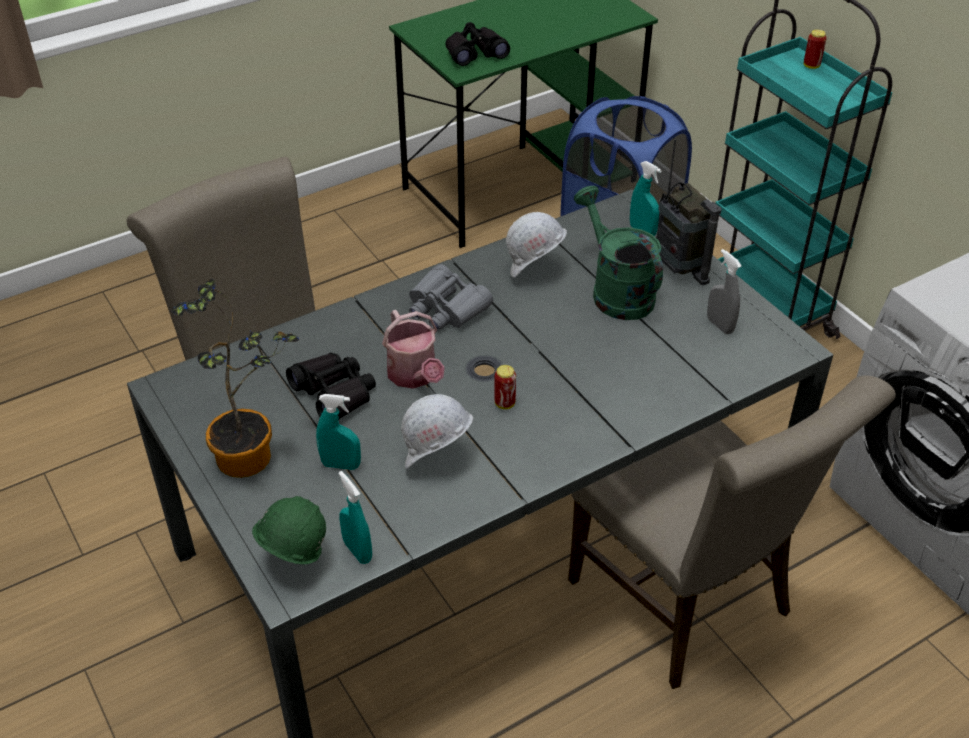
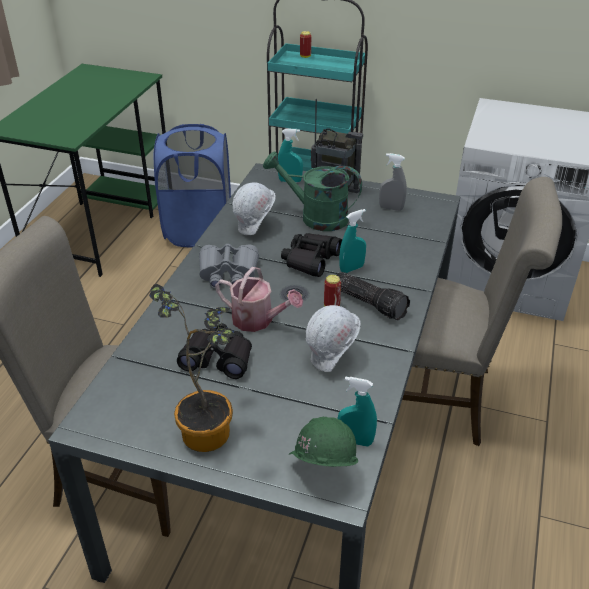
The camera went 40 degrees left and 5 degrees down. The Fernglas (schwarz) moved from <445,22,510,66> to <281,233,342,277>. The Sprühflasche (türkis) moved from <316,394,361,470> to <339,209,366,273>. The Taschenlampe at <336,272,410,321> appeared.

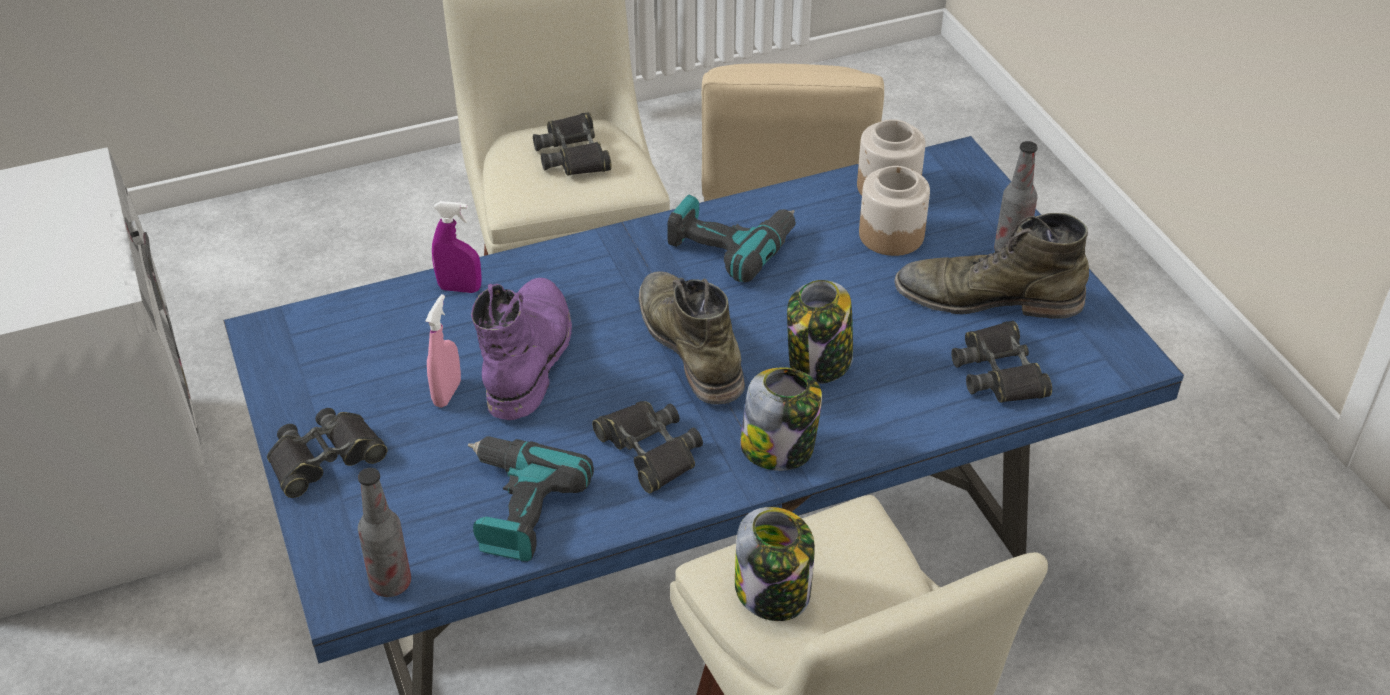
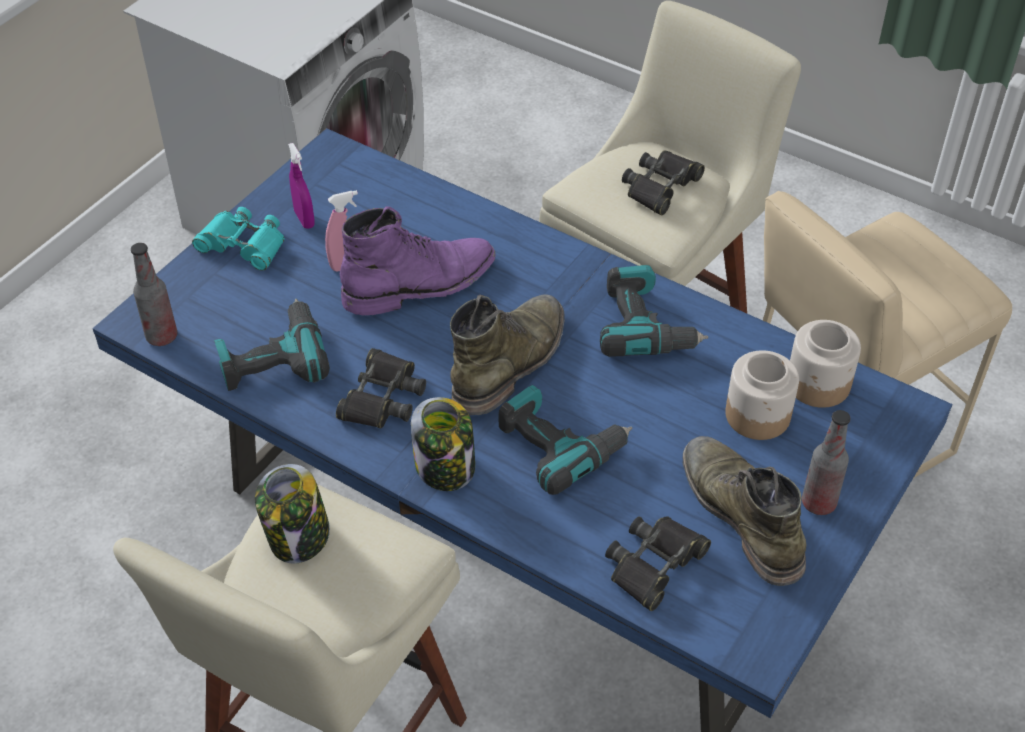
The camera went 55 degrees right and 5 degrees up. The Sprühflasche (lila) moved from <432,201,482,293> to <288,143,315,229>. The Vorratsglas at <787,280,853,384> was replaced by the Bohrmaschine at <498,385,632,495>. The Fernglas (schwarz) at <267,408,387,498> became the Fernglas (türkis) at <192,207,285,271>.

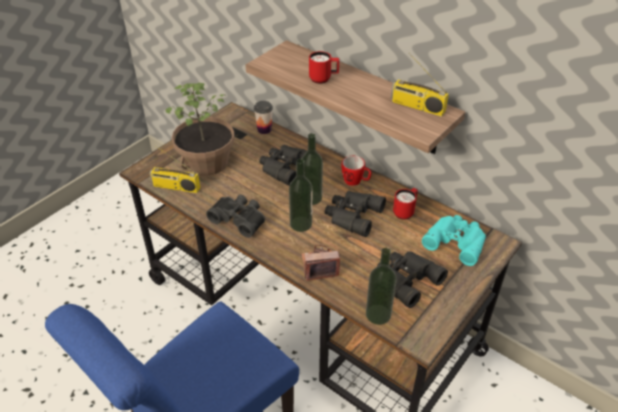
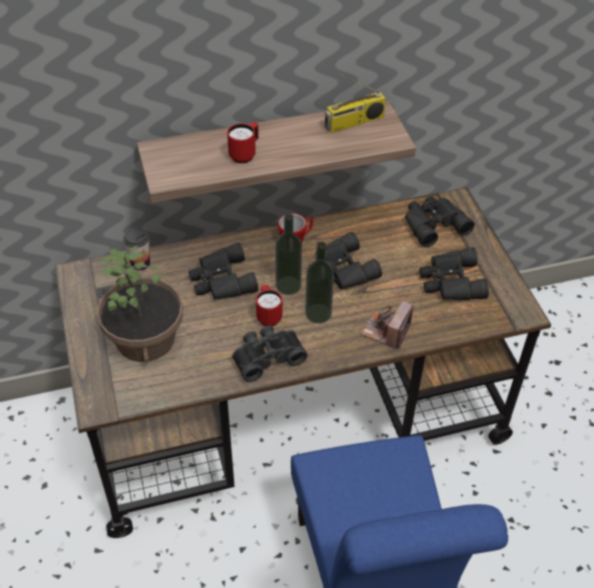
The camera went 55 degrees left and 5 degrees up. The Radio at <149,146,200,193> disappeared. The Henkelbecher (rot) moved from <393,188,418,220> to <256,285,282,326>. The Fernglas (türkis) at <422,215,486,266> became the Fernglas (schwarz) at <405,196,475,247>. The Flasche at <366,248,397,325> disappeared.

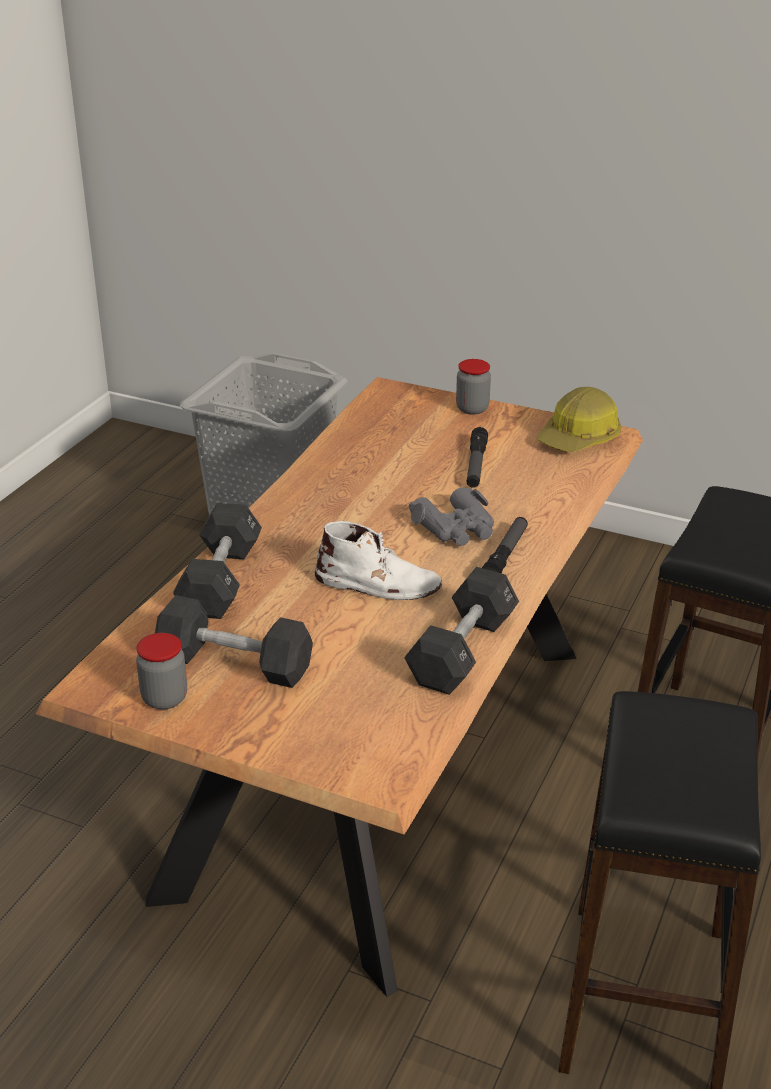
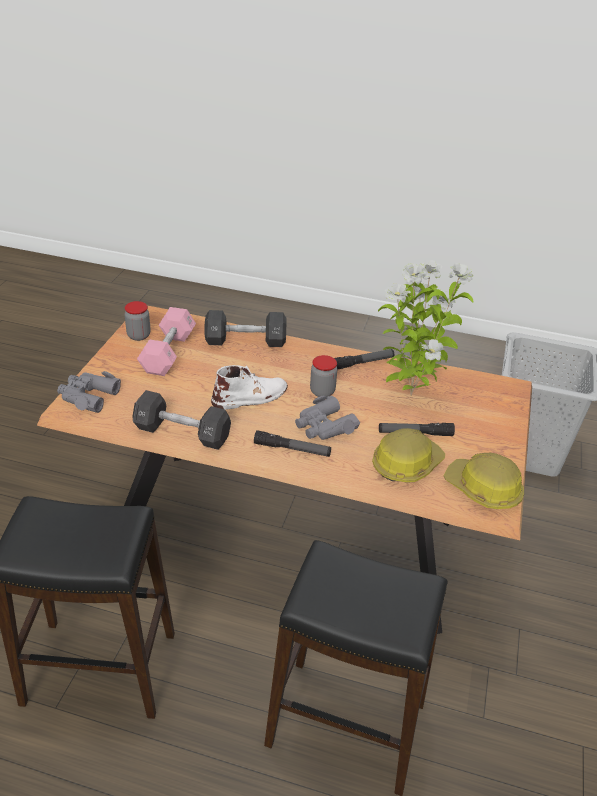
The camera went 80 degrees right and 5 degrees up. The Vorratsglas moved from <456,359,491,415> to <310,355,337,397>. The Stiefel (weiß) at <315,521,442,600> turned 120 degrees counterclockwise. The Hantel (schwarz) at <155,595,313,688> became the Hantel (rosa) at <137,307,196,376>. The Topfpflanze at <378,260,474,396> appeared. The Taschenlampe at <334,349,394,370> appeared. The Fernglas (grau) at <57,371,121,413> appeared. The Schutzhelm at <372,428,445,483> appeared.

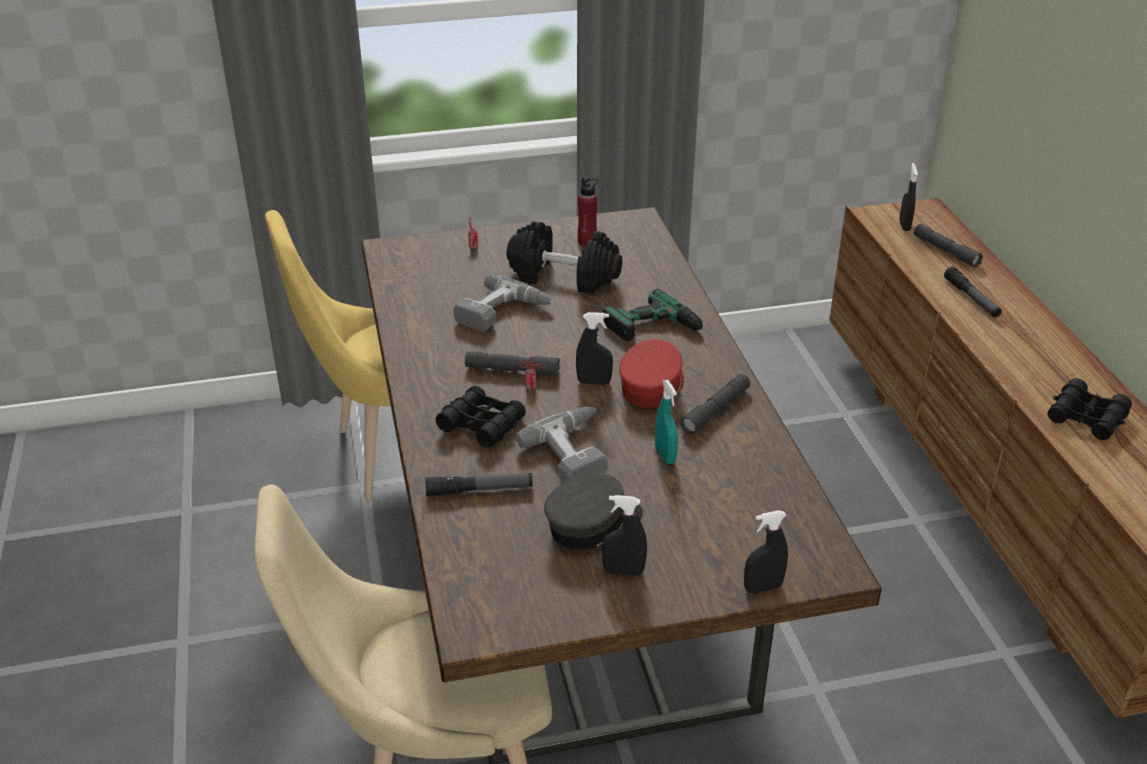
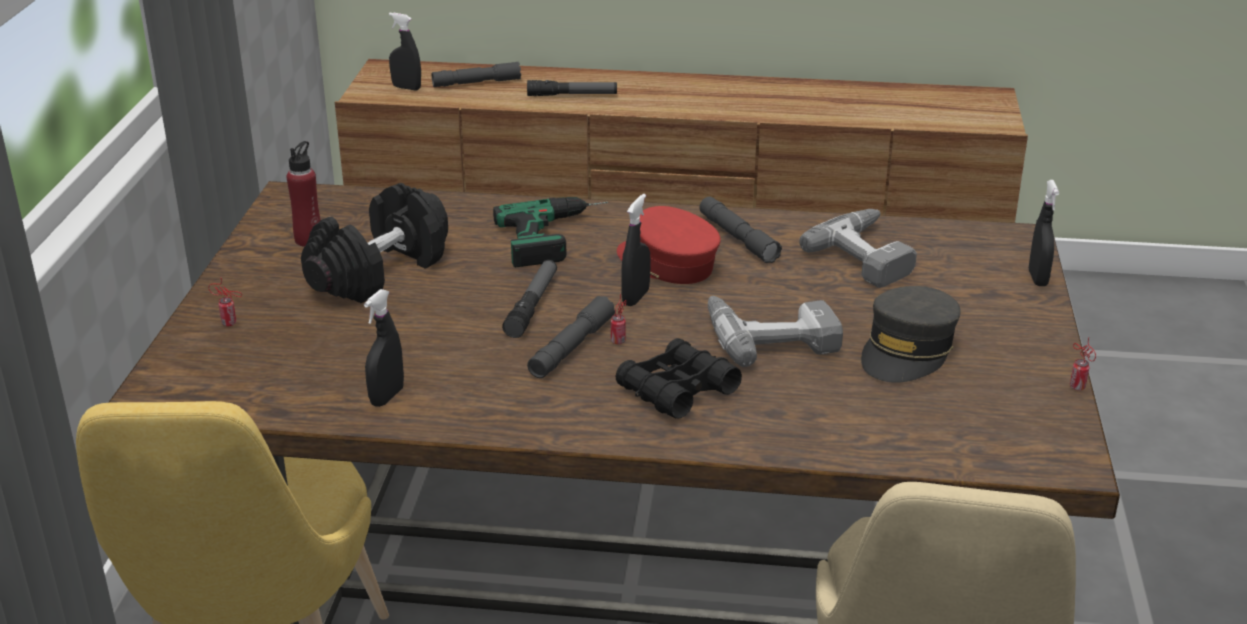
The camera went 70 degrees left and 5 degrees down. The Bohrmaschine moved from <453,274,553,331> to <799,209,917,288>. The Fernglas (schwarz) at <1048,378,1132,440> disappeared. The Sprühflasche (türkis) at <655,380,678,464> disappeared. The Taschenlampe moved from <425,473,533,496> to <502,260,557,338>. The Kappe (grau) at <544,473,643,550> turned 135 degrees counterclockwise. The Sprühflasche (schwarz) moved from <602,495,647,576> to <364,289,404,407>. The Dose at <1070,337,1096,391> appeared.

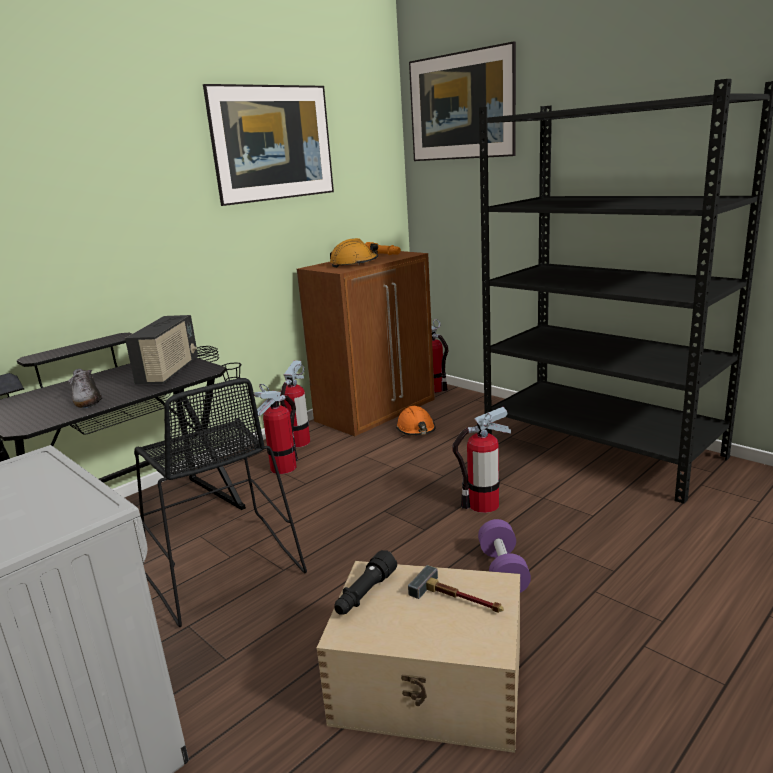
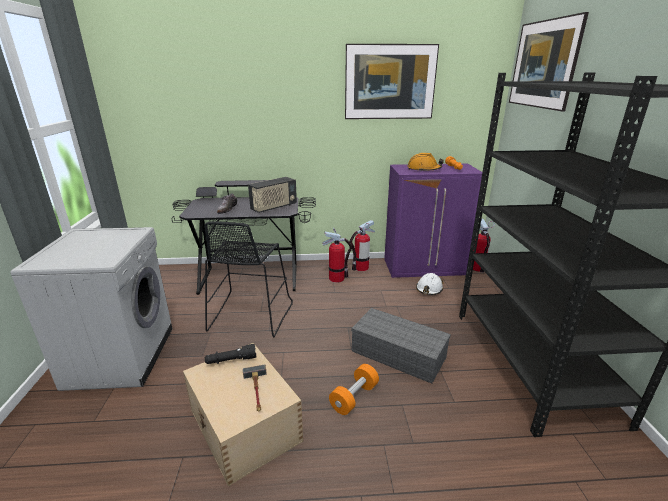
The camera went 40 degrees right and 5 degrees up. The Schrank (braun) at <297,251,435,436> became the Schrank (lila) at <384,163,482,278>. The Schutzhelm (orange) at <396,406,435,435> became the Schutzhelm (weiß) at <416,273,443,295>. The Feuerlöscher at <452,407,511,513> was replaced by the Aufbewahrungsbox (grau) at <351,308,451,384>. The Hantel (lila) at <478,519,531,593> became the Hantel (orange) at <329,364,379,415>.

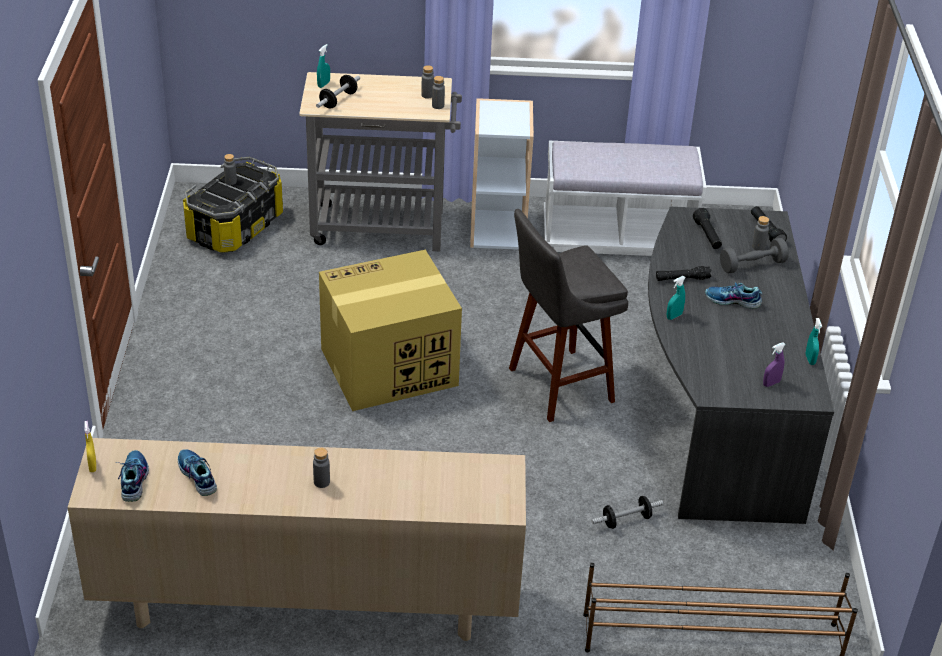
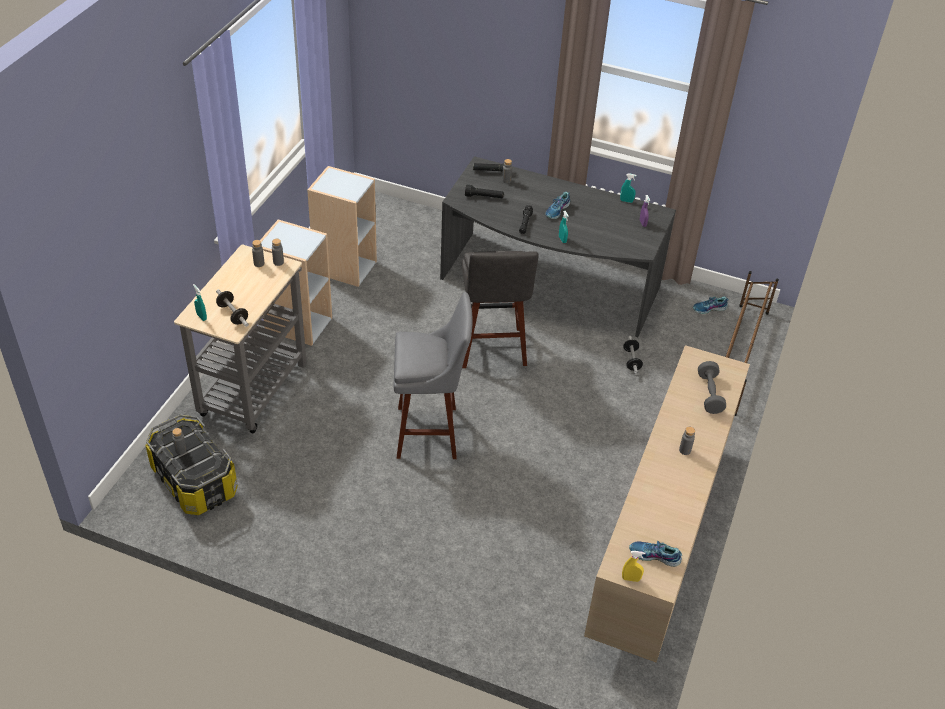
The camera went 70 degrees left and 5 degrees up. The Bank (weiß) at <544,141,707,256> was replaced by the Bücherregal at <307,166,377,287>. The Hantel (grau) moved from <720,238,789,273> to <698,361,726,414>. The Karton at <319,250,462,411> was replaced by the Hocker (grau) at <394,292,473,459>. The Schuh moved from <178,449,217,496> to <693,296,729,314>.

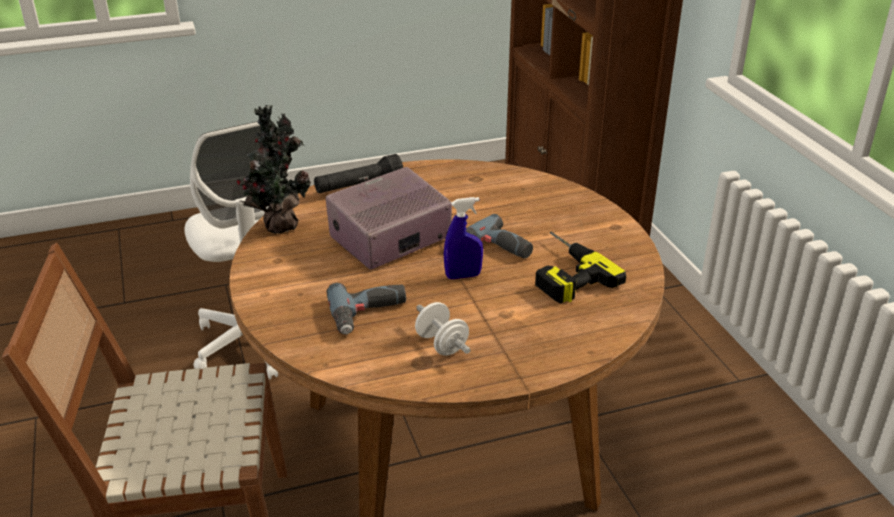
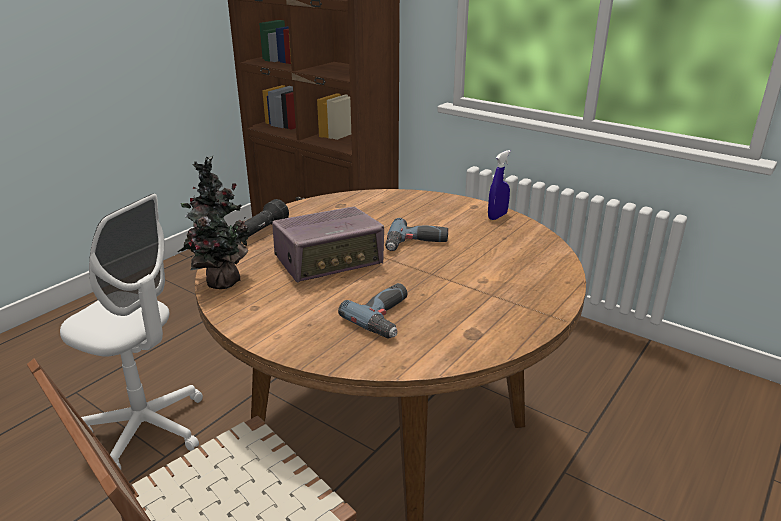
The camera went 35 degrees left and 5 degrees down. The Radio at <325,167,452,270> turned 135 degrees counterclockwise. The Sprühflasche (blau) moved from <444,197,483,279> to <488,150,511,220>. The Bohrmaschine at <535,232,626,304> disappeared. The Hantel (weiß) at <415,302,471,356> disappeared.

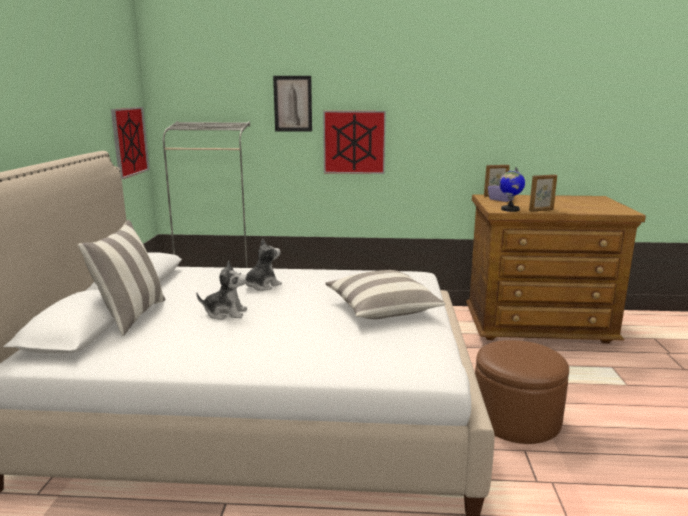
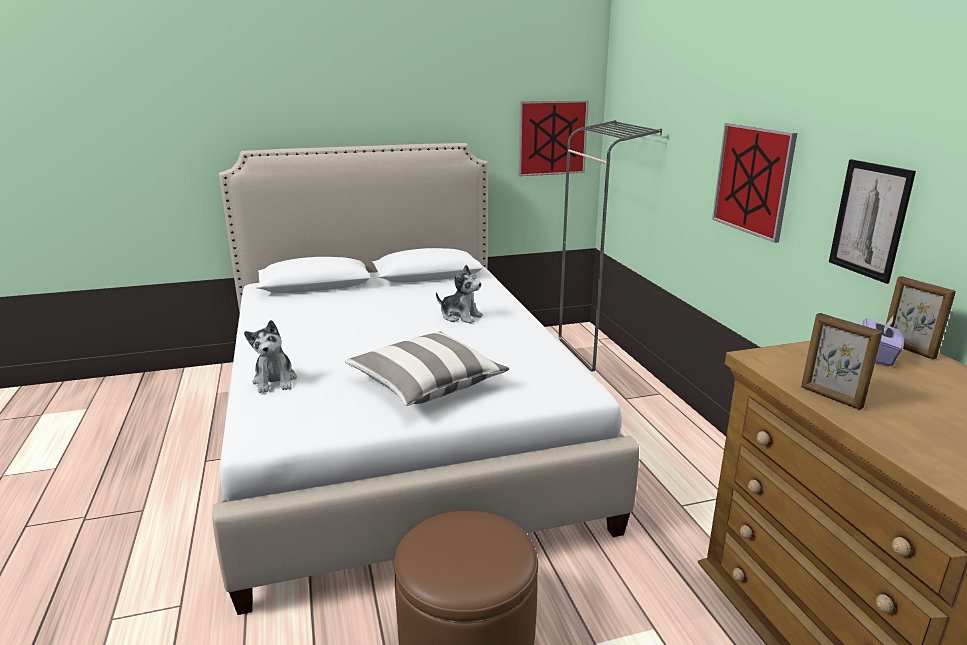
The camera went 70 degrees right and 5 degrees up. The Bild moved from <273,76,312,132> to <829,159,916,284>. The Globus at <499,167,525,212> disappeared. The Kissen at <78,220,166,336> disappeared. The Plüschtier moved from <196,261,247,320> to <244,320,297,393>.

